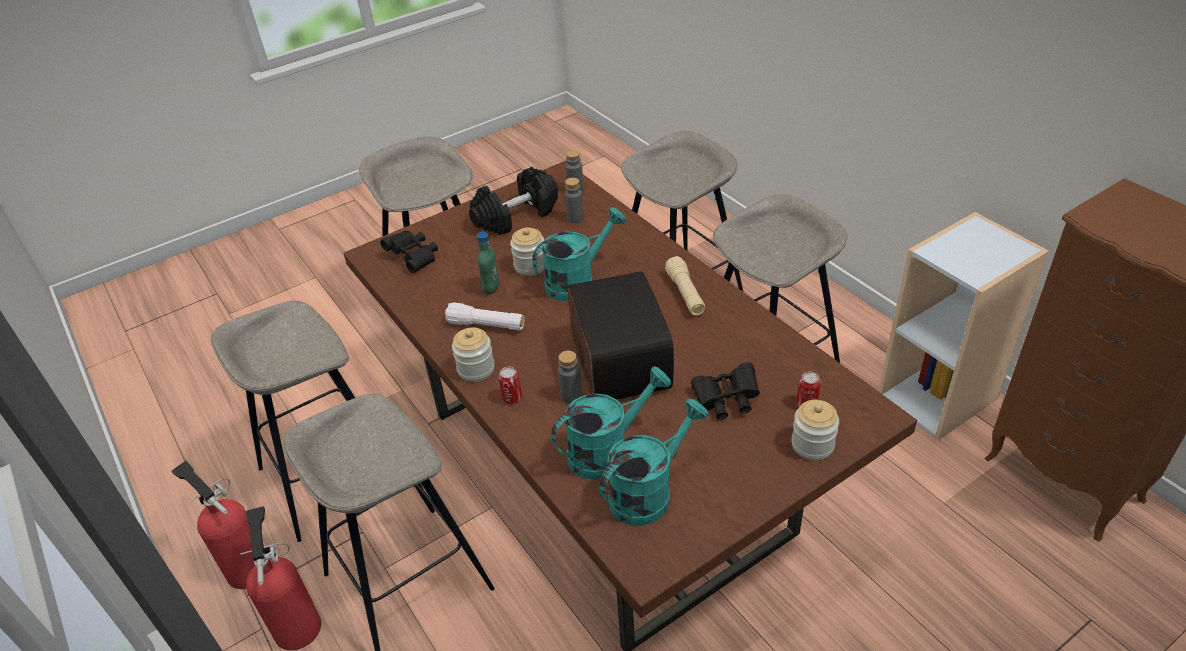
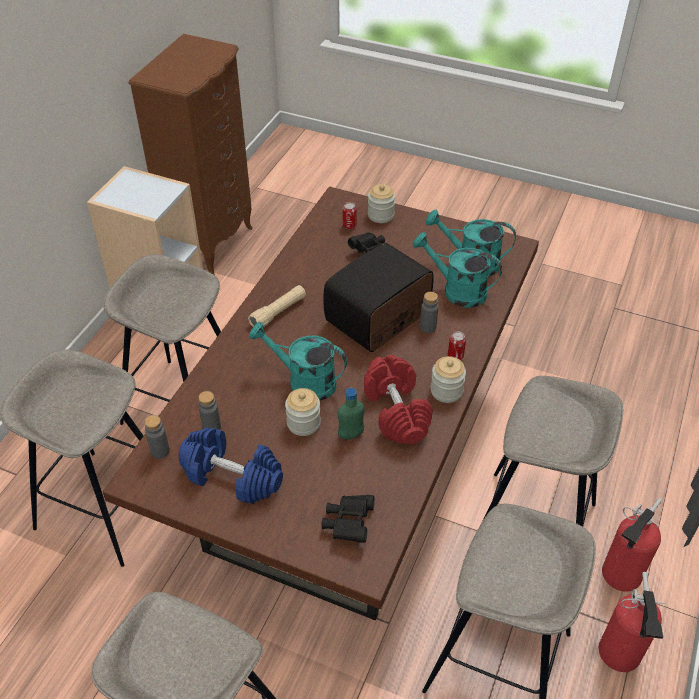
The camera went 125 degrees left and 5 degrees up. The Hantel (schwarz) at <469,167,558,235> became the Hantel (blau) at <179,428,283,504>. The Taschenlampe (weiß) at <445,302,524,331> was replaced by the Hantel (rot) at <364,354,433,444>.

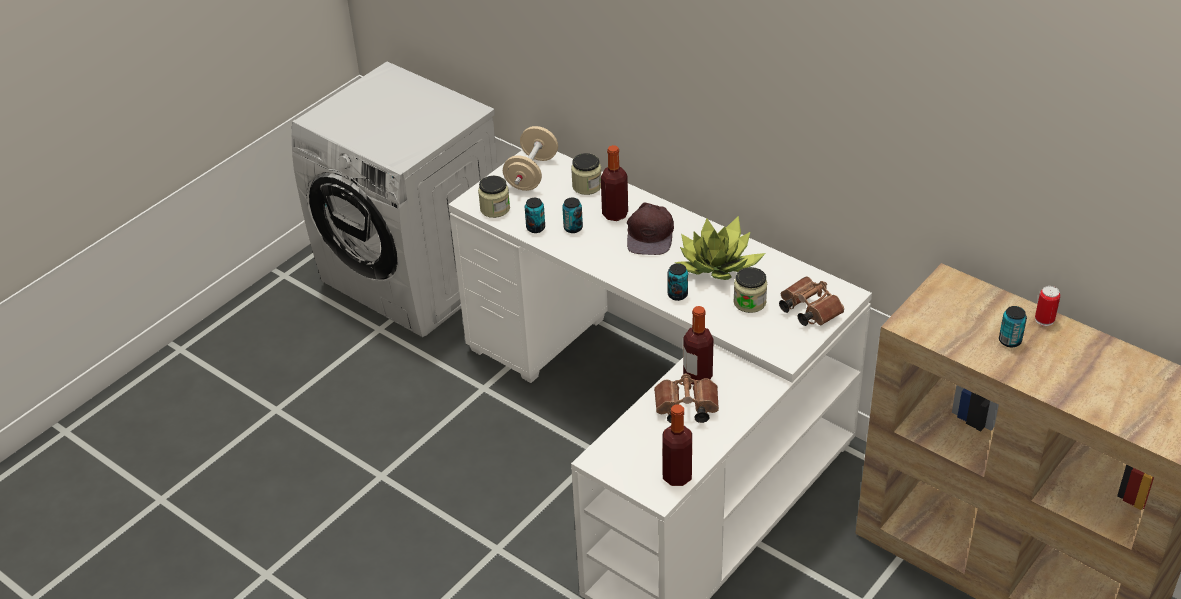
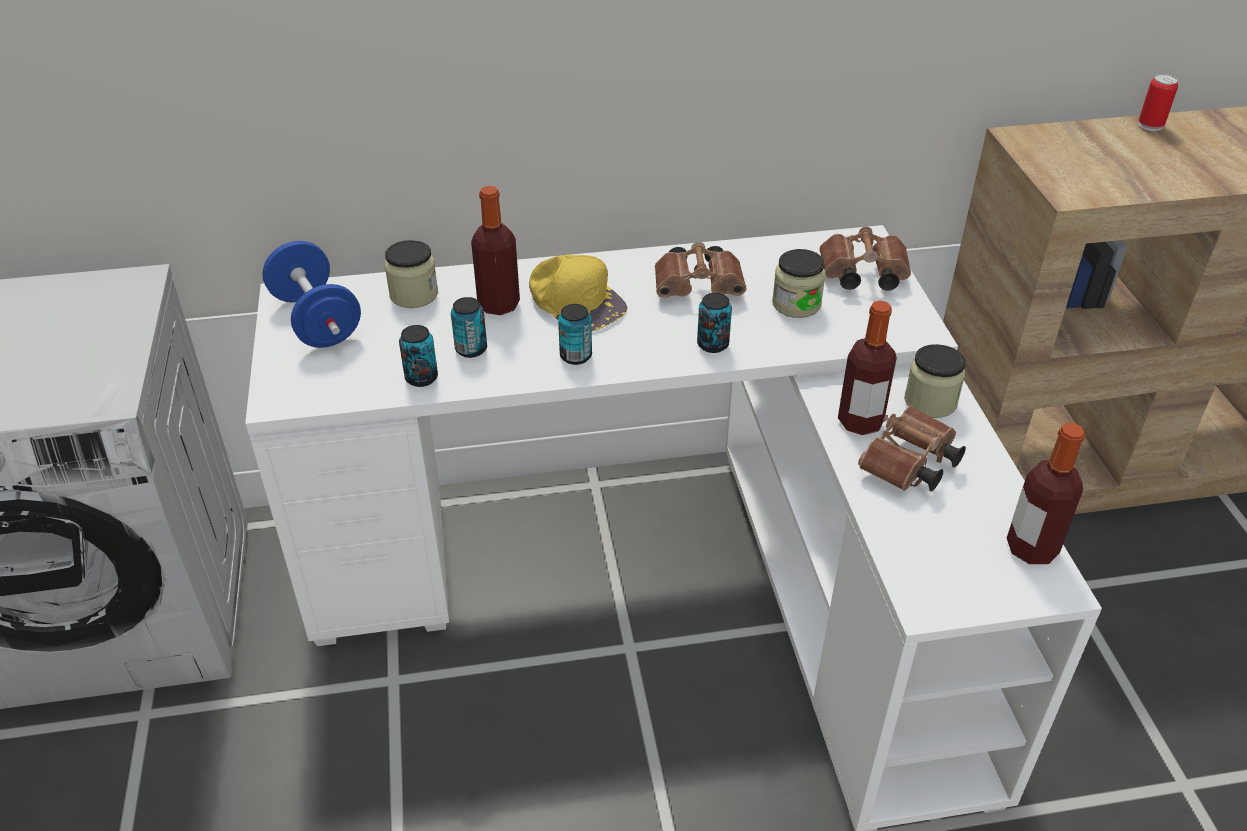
The camera went 50 degrees left and 0 degrees up. The Hantel (beige) at <503,126,558,191> became the Hantel (blau) at <262,241,361,348>. The Vorratsglas moved from <478,176,510,218> to <904,344,966,418>. The Kappe (braun) at <627,202,674,255> became the Kappe (gelb) at <529,254,627,331>. The Topfpflanze at <675,216,766,280> was replaced by the Fernglas (braun) at <655,242,746,298>. The Dose moved from <999,306,1027,347> to <558,304,592,365>.

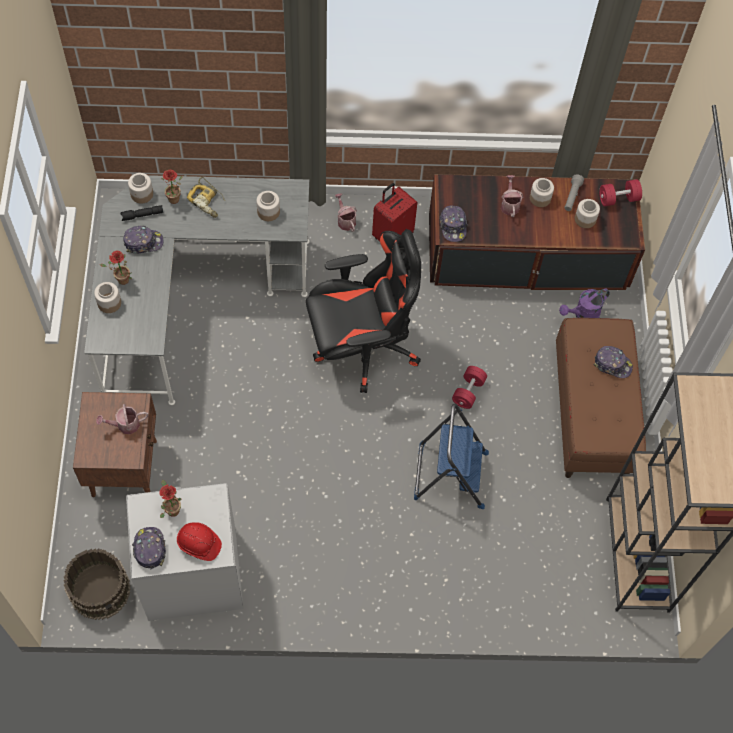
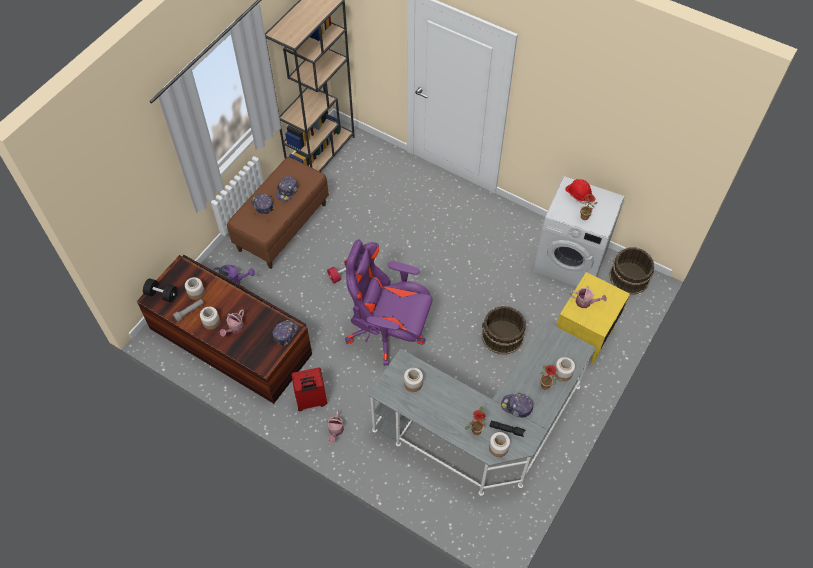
The camera went 145 degrees left and 5 degrees down. The Bohrmaschine at <187,177,225,218> disappeared. The Hantel (rot) at <599,179,642,206> became the Hantel (schwarz) at <143,278,177,302>. The Bürostuhl (schwarz) at <306,229,421,393> became the Bürostuhl (lila) at <345,239,433,366>. The Nachttisch (braun) at <73,392,157,497> became the Nachttisch (gelb) at <556,272,630,364>. The Trittleiter (blau) at <414,404,489,509> disappeared. The Kappe moved from <132,527,166,569> to <276,176,298,201>. The Eimer (braun) at <482,306,526,355> appeared.

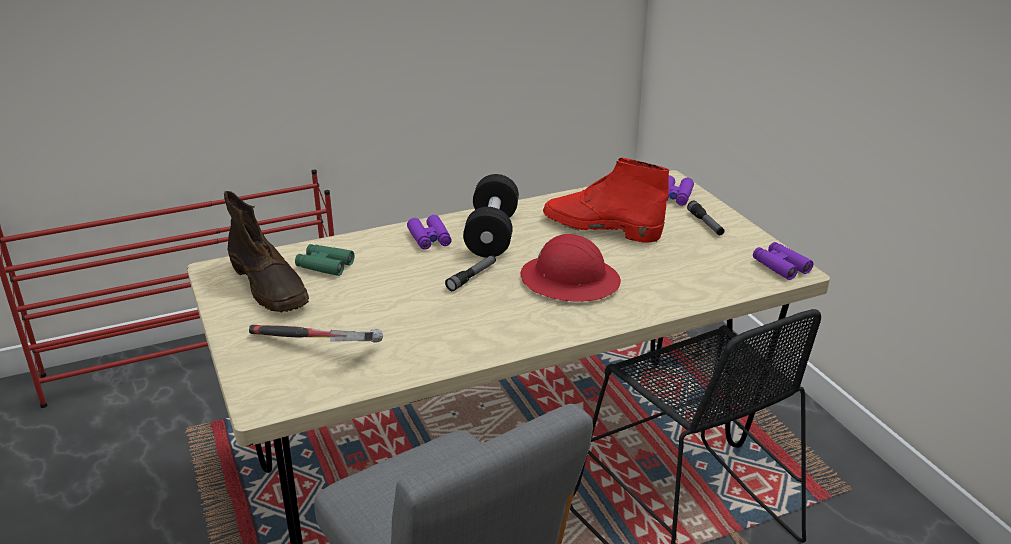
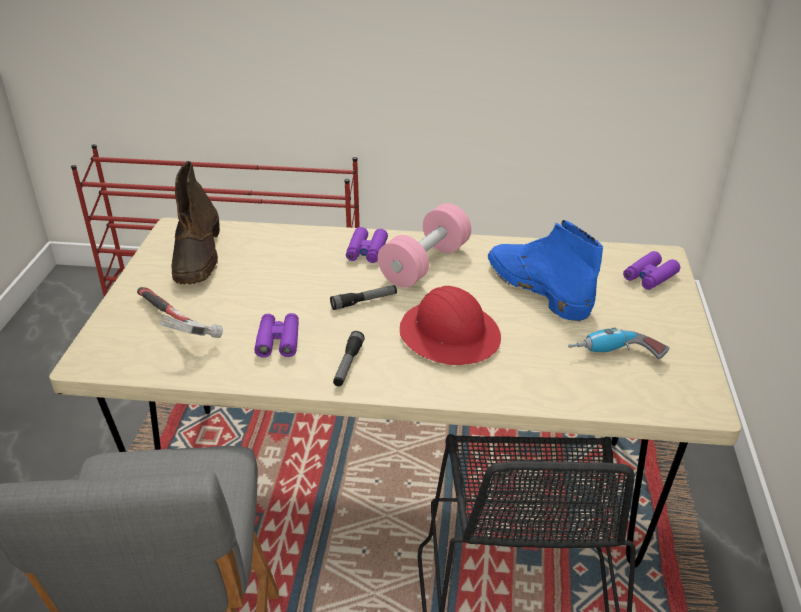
The camera went 30 degrees right and 5 degrees up. The Stiefel (rot) at <543,158,669,243> became the Stiefel (blau) at <488,220,603,322>. The Hantel (schwarz) at <463,174,519,258> became the Hantel (rosa) at <378,203,471,288>. The Taschenlampe moved from <687,201,725,235> to <333,331,365,386>. The Fernglas (lila) moved from <753,242,813,280> to <254,313,299,358>. The Fernglas (grün) at <295,244,355,276> disappeared. The Bohrmaschine at <568,327,669,359> appeared.

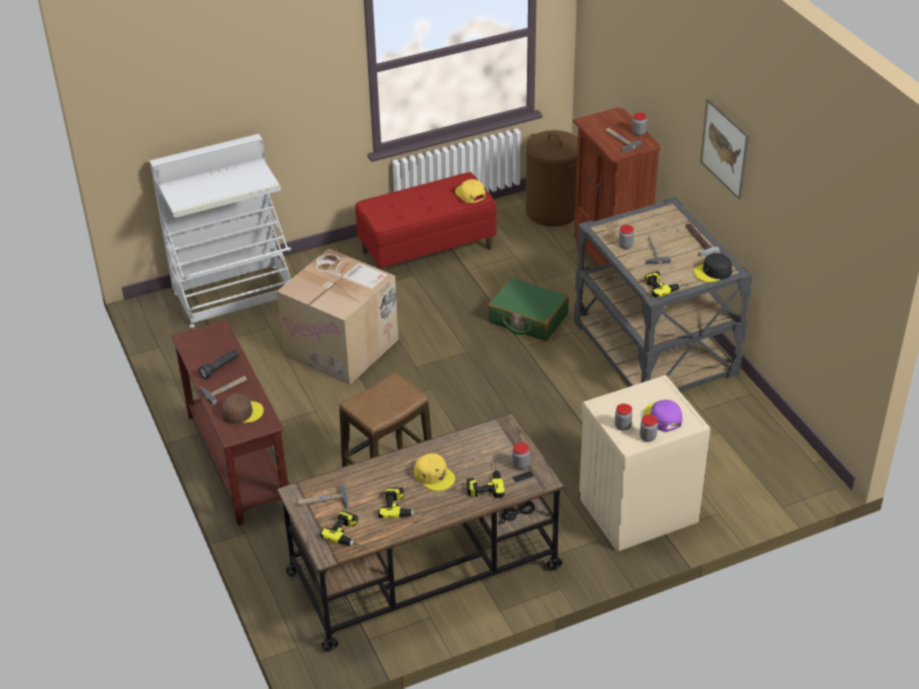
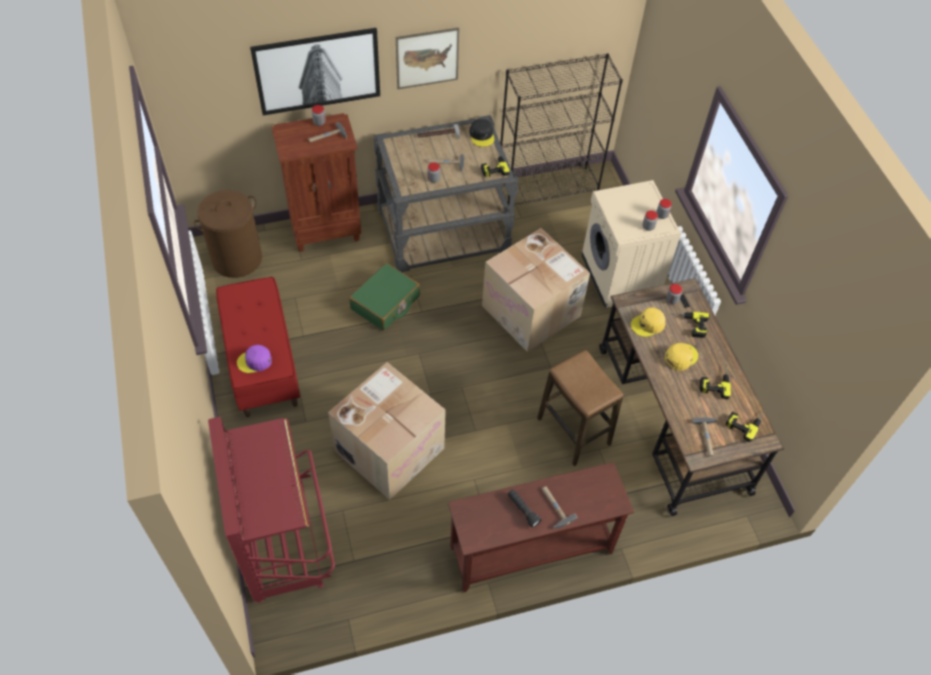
The camera went 85 degrees left and 15 degrees up. The Schuhregal (weiß) at <150,134,291,328> became the Schuhregal (rot) at <208,417,335,603>. The Kappe (gelb) moved from <455,179,485,203> to <631,307,666,337>. The Kappe (braun) at <221,394,264,424> disappeared. The Kappe (lila) moved from <644,400,683,432> to <237,345,272,373>. The Bild at <250,28,380,115> appeared. The Bücherregal (schwarz) at <500,53,623,206> appeared. The Karton at <482,228,590,352> appeared.

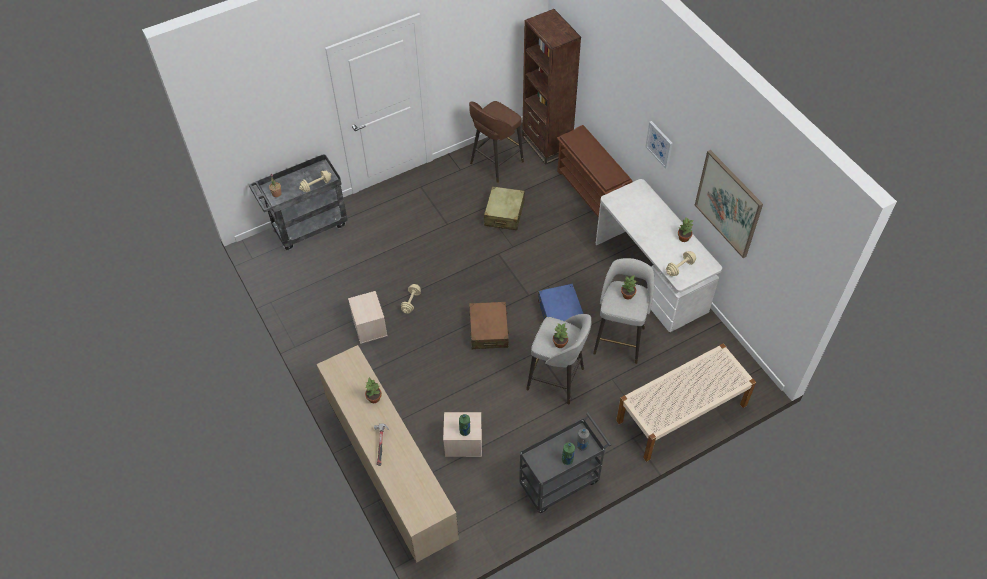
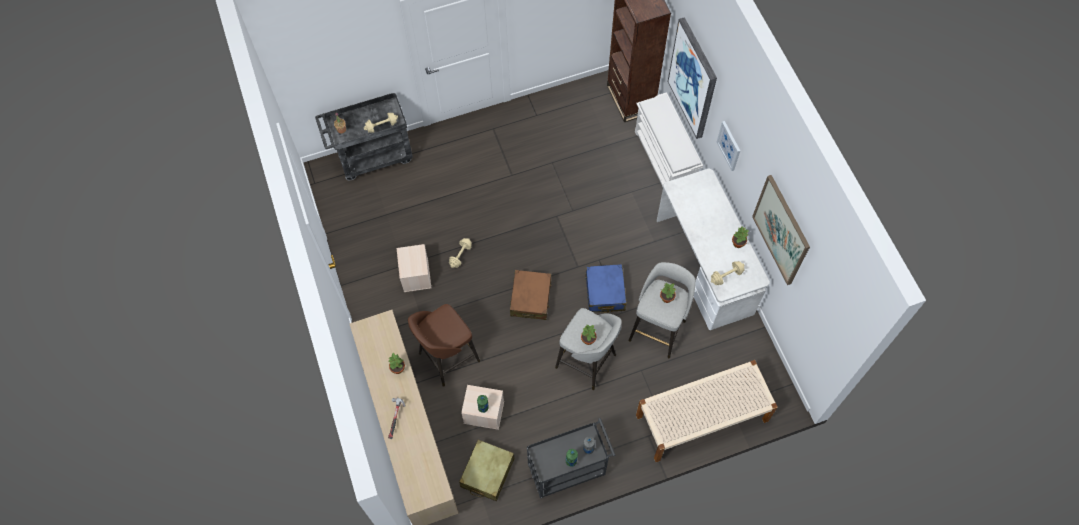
The camera went 10 degrees right and 10 degrees up. The Hocker (braun) moved from <469,101,524,183> to <408,304,480,387>. The Schuhregal (braun) at <557,125,633,218> became the Schuhregal (weiß) at <635,92,703,187>. The Koffer (beige) moved from <484,186,525,230> to <459,440,515,501>. The Bild at <668,17,717,139> appeared.

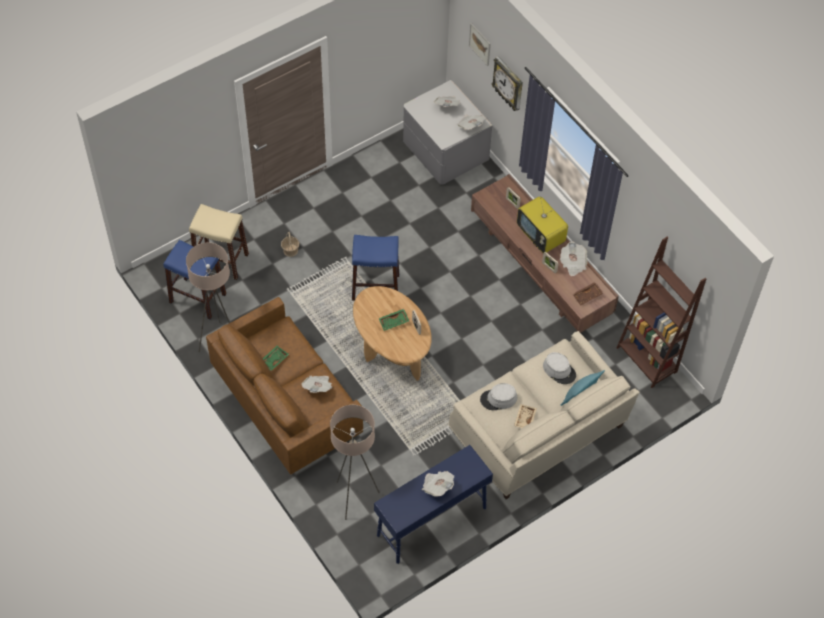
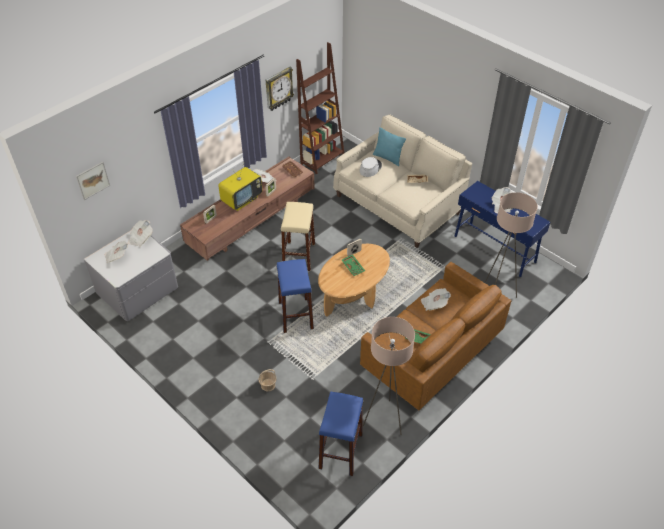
The camera went 100 degrees left and 10 degrees down. The Wanduhr moved from <491,56,523,111> to <266,67,294,111>. The Hocker (beige) moved from <189,204,249,280> to <281,202,315,271>. The Hut (grau) at <480,383,517,410> disappeared.

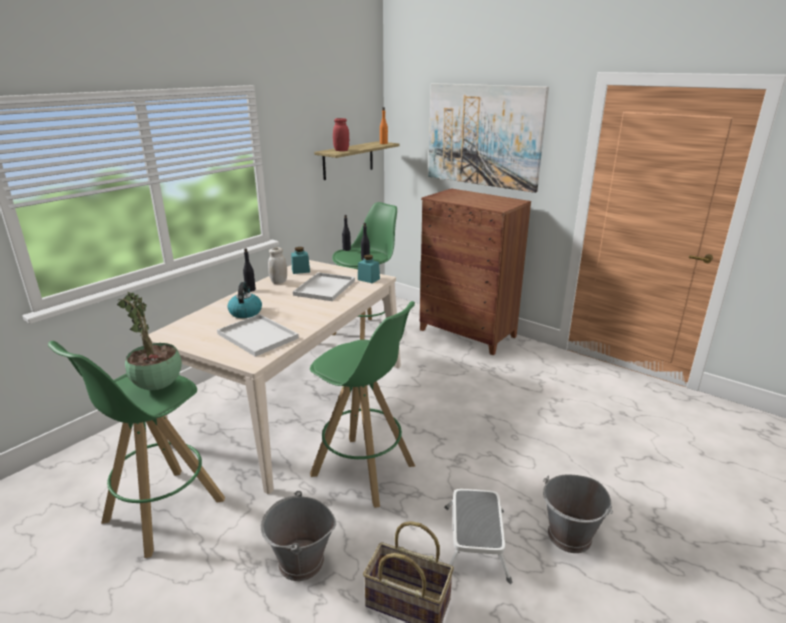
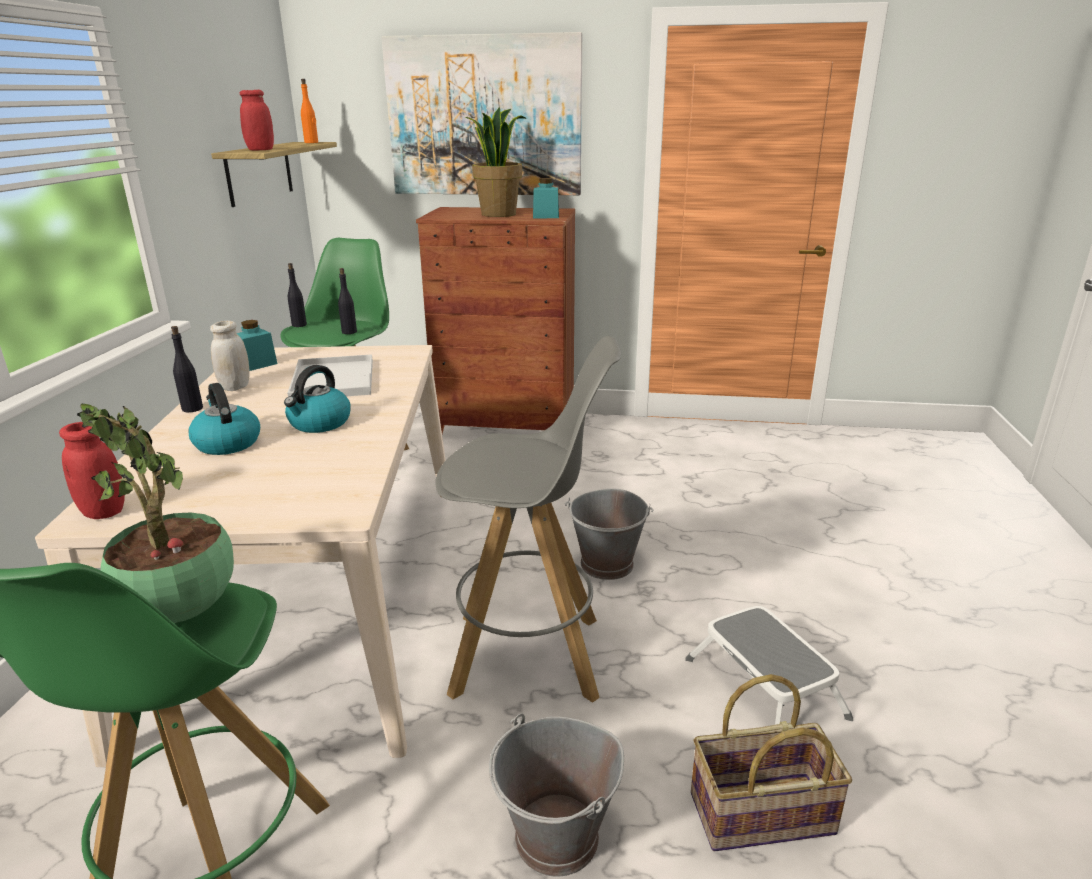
The camera went 30 degrees left and 0 degrees up. The Vorratsglas (türkis) moved from <358,254,380,283> to <533,178,559,218>. The Hocker (grün) at <310,301,415,508> became the Hocker (grau) at <435,336,621,703>. The Tablett (weiß) at <217,314,299,357> disappeared. The Eimer (grau) moved from <543,475,613,553> to <565,488,653,580>. The Topfpflanze at <466,107,526,217> appeared. The Wasserkessel at <284,365,351,433> appeared. The Vorratsglas (rot) at <59,422,125,519> appeared.

